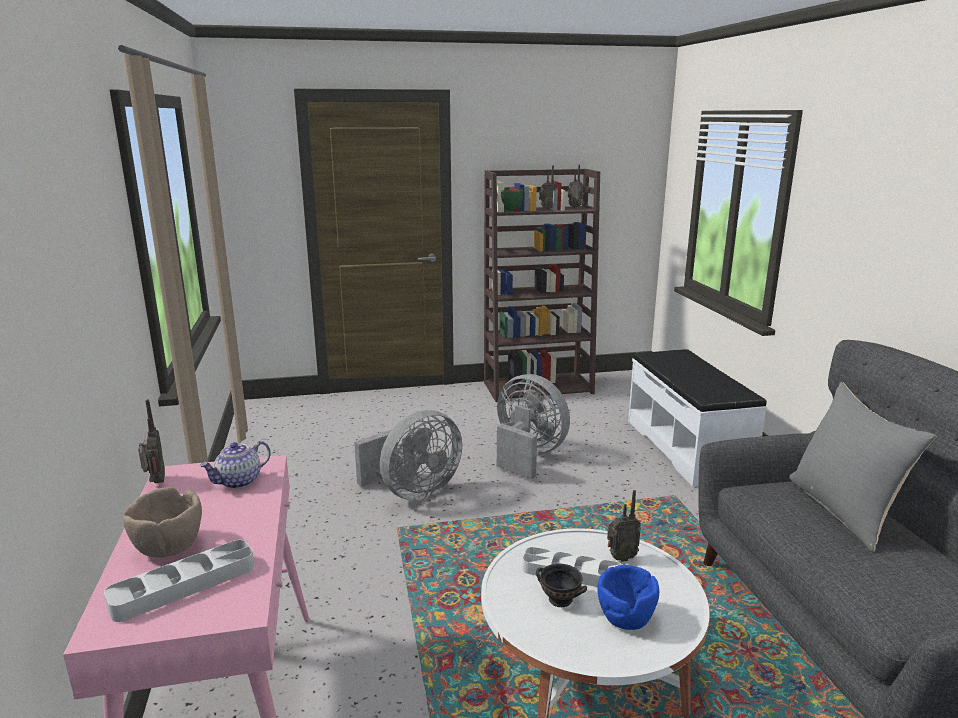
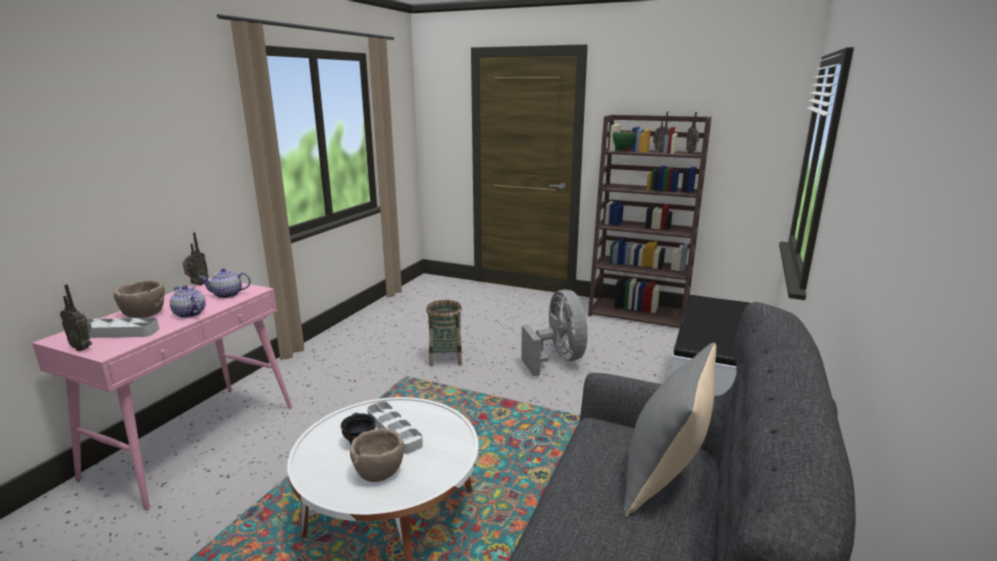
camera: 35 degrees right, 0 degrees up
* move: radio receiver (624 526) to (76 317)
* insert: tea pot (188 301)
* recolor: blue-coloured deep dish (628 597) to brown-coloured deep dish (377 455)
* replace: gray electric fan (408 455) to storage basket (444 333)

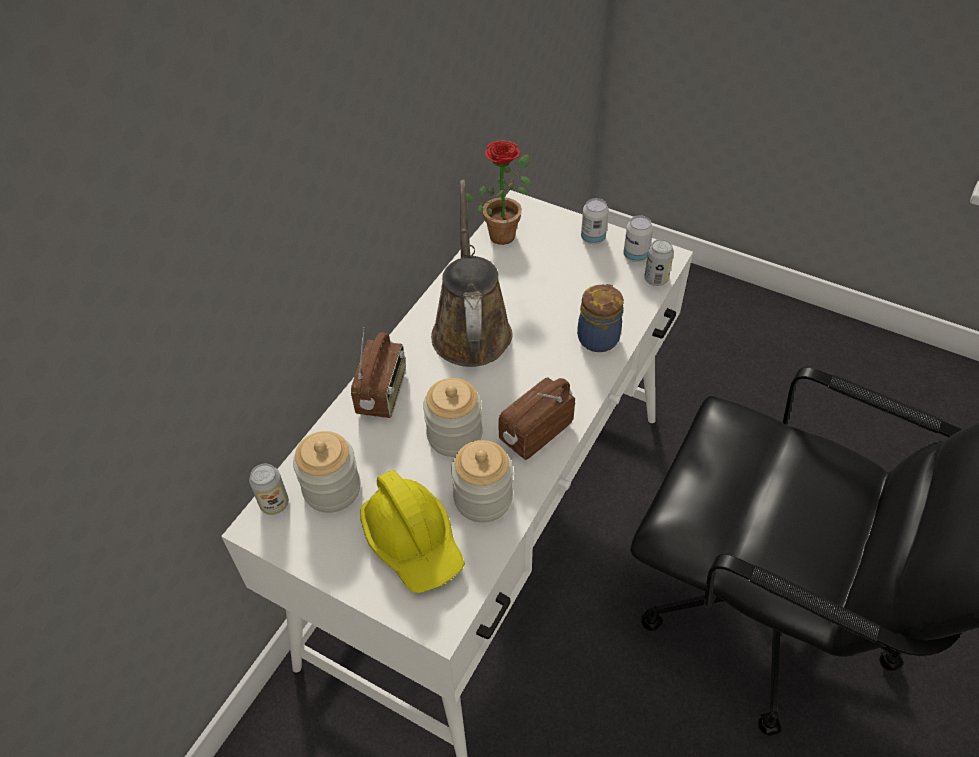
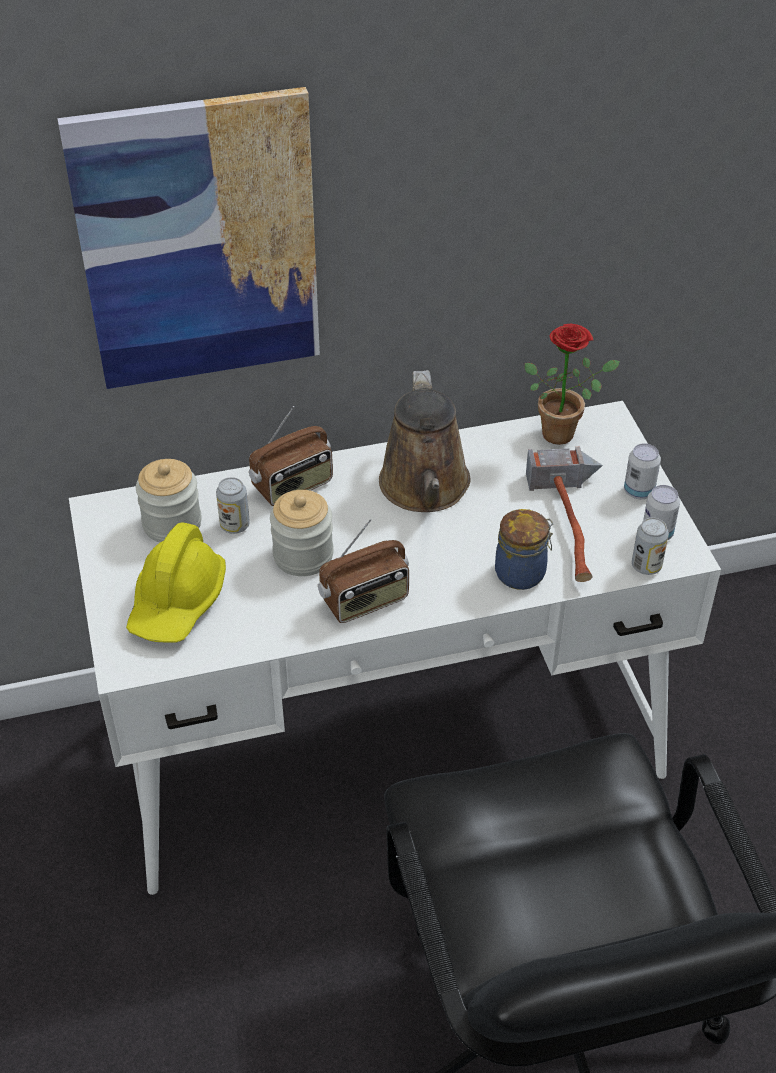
camera: 45 degrees right, 5 degrees down
* insert: wall picture (188 238)
* move: sealed can (269 489) to (233 505)
* rotate: radio receiver (537 418) = (363 571) 150 degrees clockwise
* rotate: brown-coloured watering can (472 273) = (424 441) 135 degrees clockwise
* insert: hammer (564 514)
* delete: preserve jar (482 481)

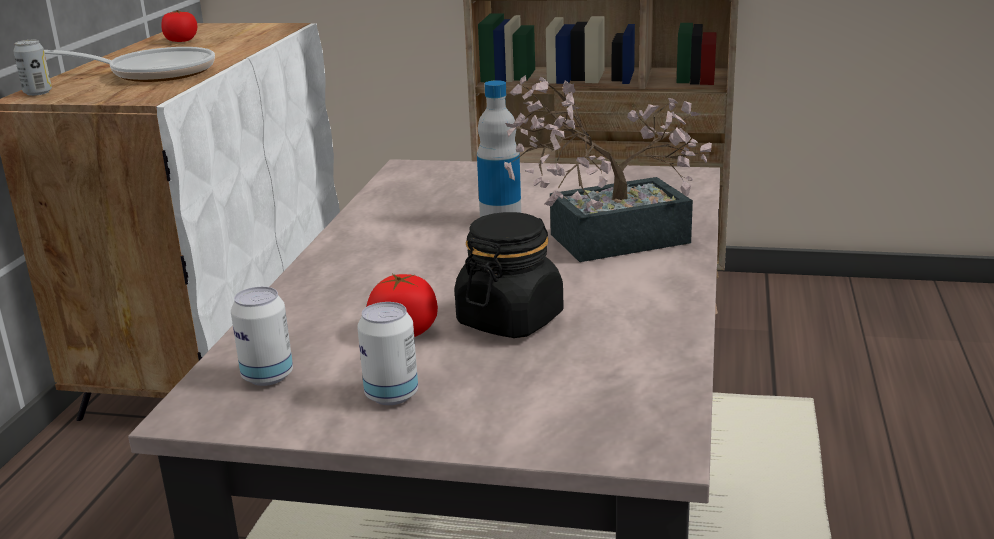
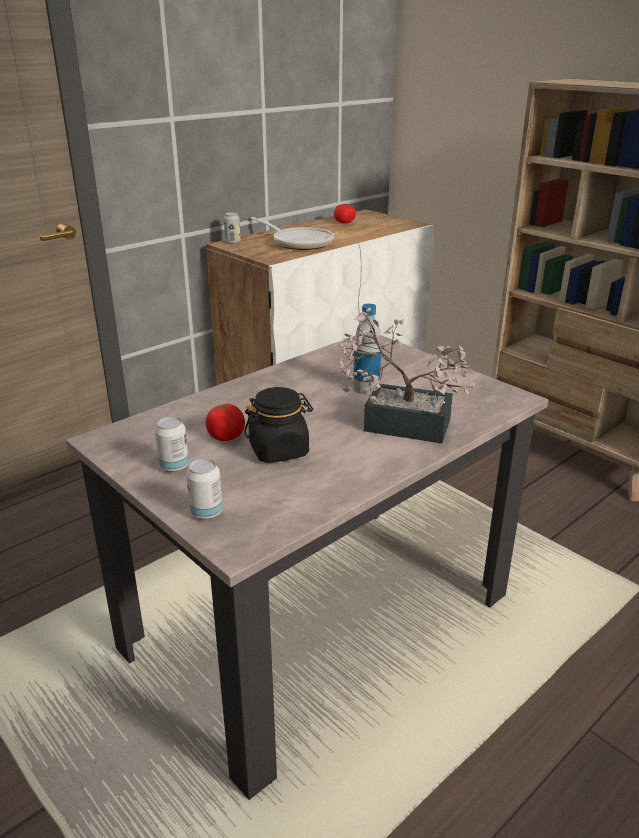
camera: 35 degrees right, 5 degrees up
* move: sealed can (262 336) to (204 489)

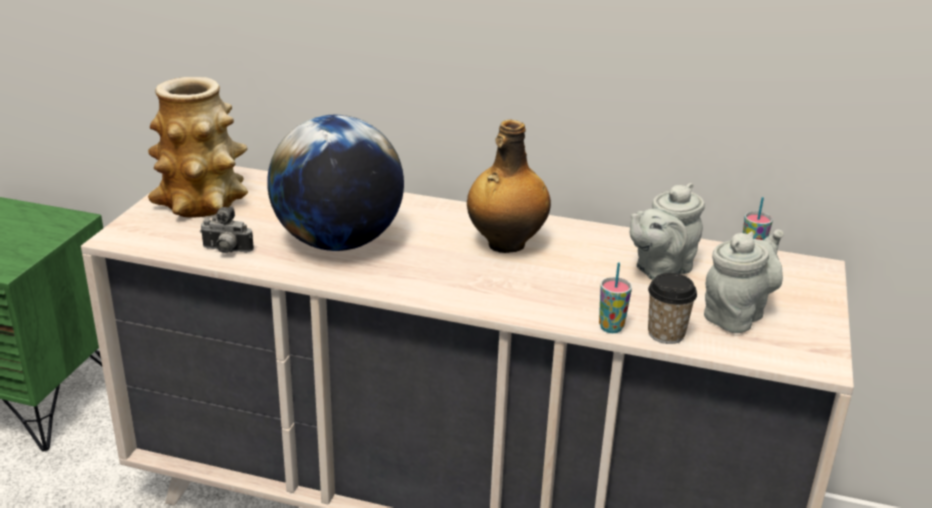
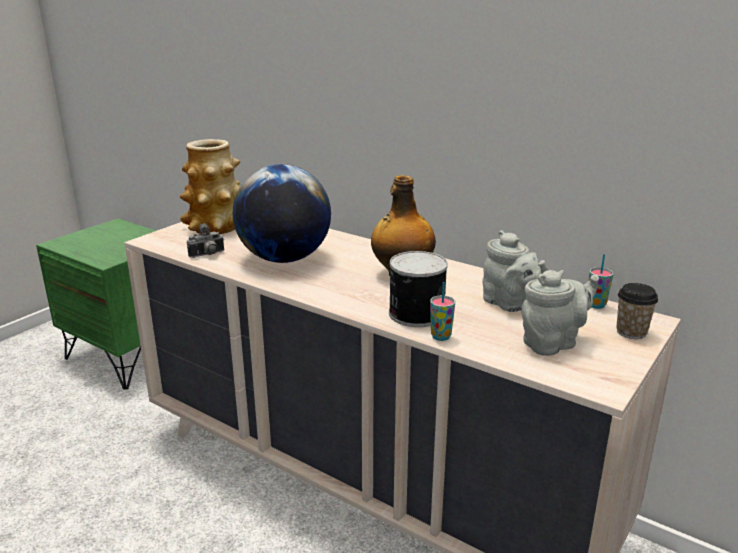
camera: 20 degrees right, 5 degrees down
* rotate: photo camera (227 229) = (205 240) 60 degrees counterclockwise
* insert: sealed can (418 289)
* rotate: gray tea pot (667 231) = (516 271) 105 degrees counterclockwise
* move: small cup (672 308) to (637 311)

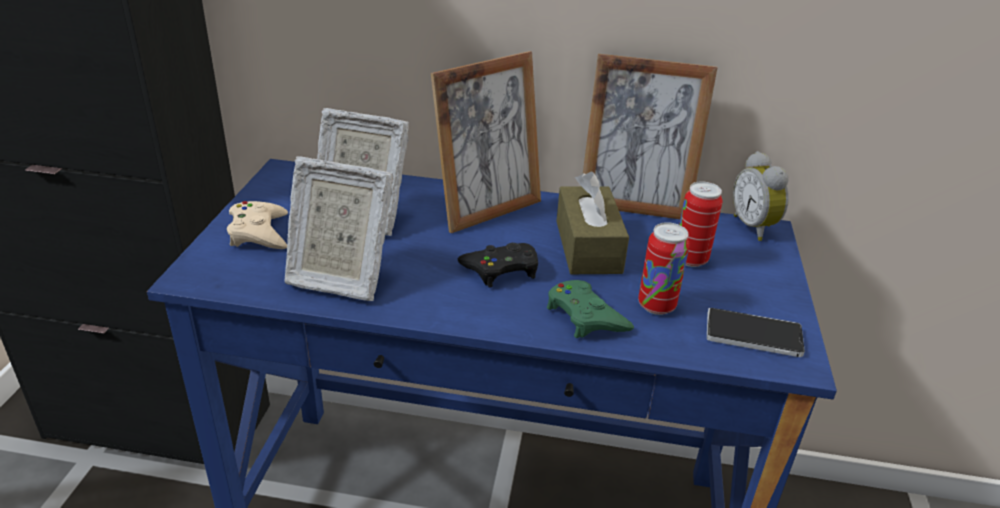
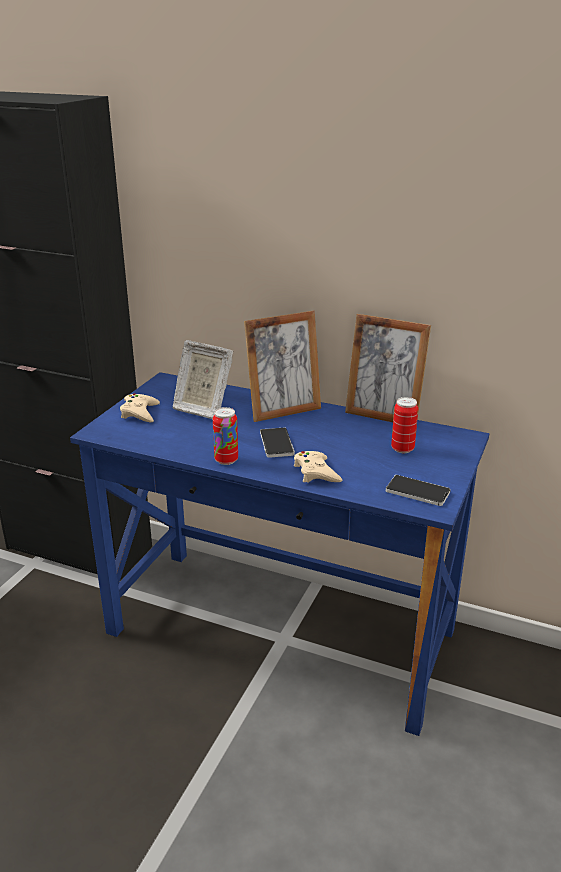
camera: 15 degrees right, 5 degrees down
* move: sealed can (664 268) to (225 436)
* replace: blackish gamepad (498 265) to handset (277 442)
* recolor: green-coloured gamepad (590 309) to beige gamepad (318 467)
* delete: photo frame (339 228)
* delete: brown-coloured tissue holder (592 222)
* delete: table clock (761 196)

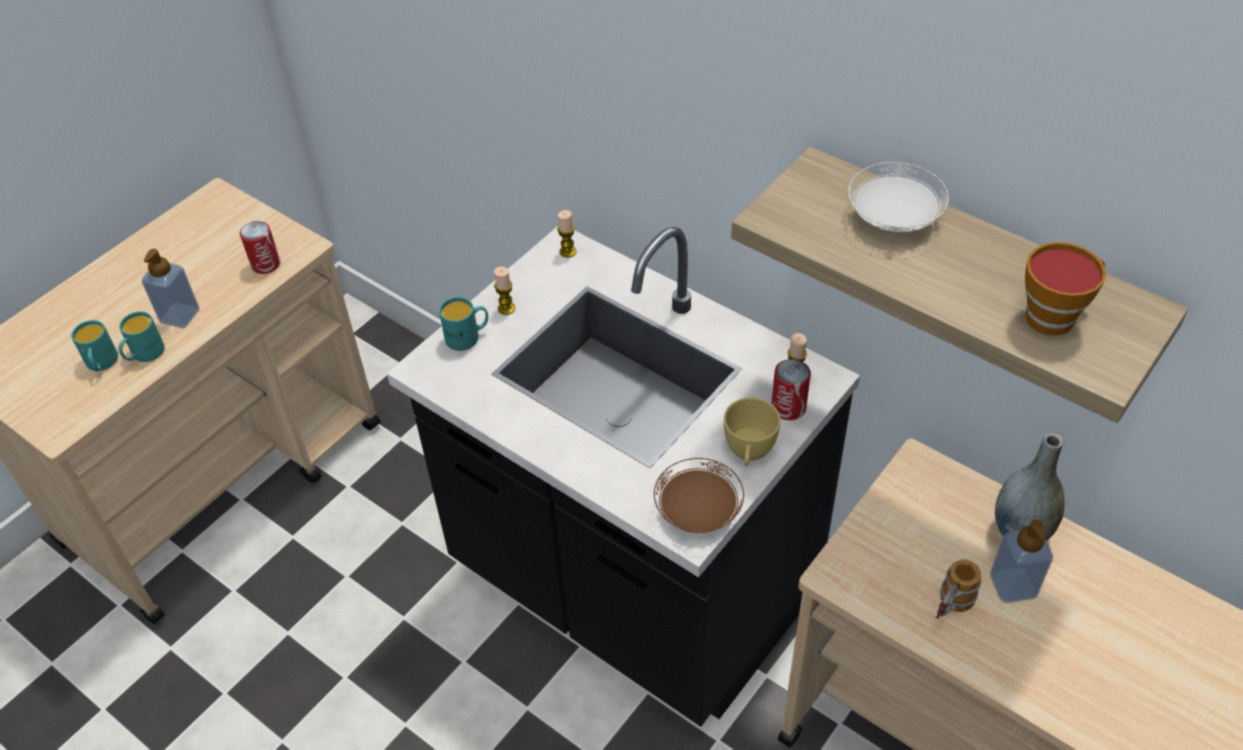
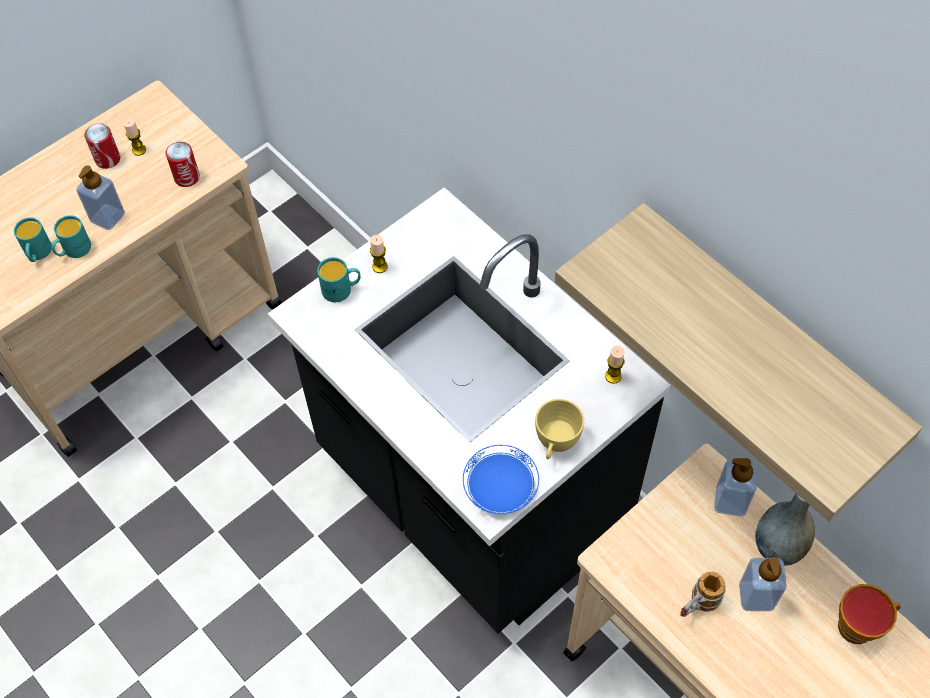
camera: 10 degrees right, 10 degrees up
* move: sealed can (791 389) to (102 146)
* move: wax candle (566 234) to (135 137)
* recolor: brown-coloured dinner plate (699 495) to blue-coloured dinner plate (501 479)
* insert: soap dispenser (736 487)
* move: small cup (1065 289) to (869 614)
* delete: whitish dinner plate (898 197)

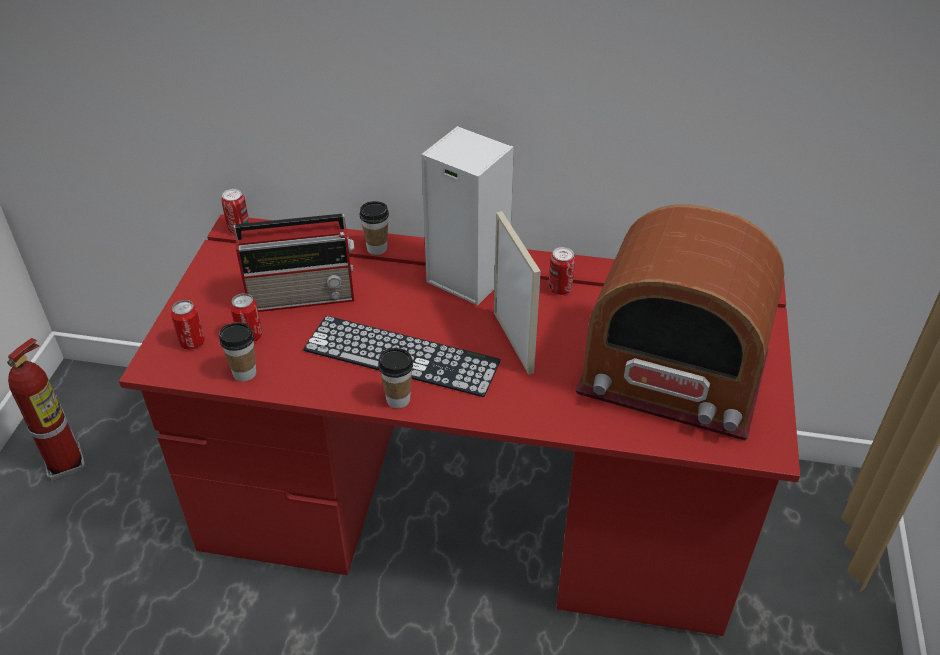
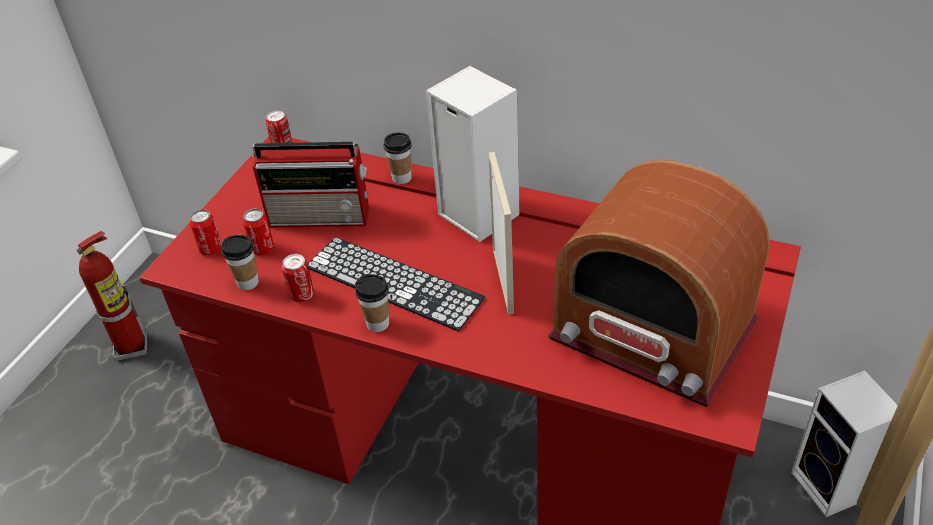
camera: 15 degrees right, 0 degrees up
* move: sealed can (562 271) to (298 278)
* insert: loudspeaker (844 444)

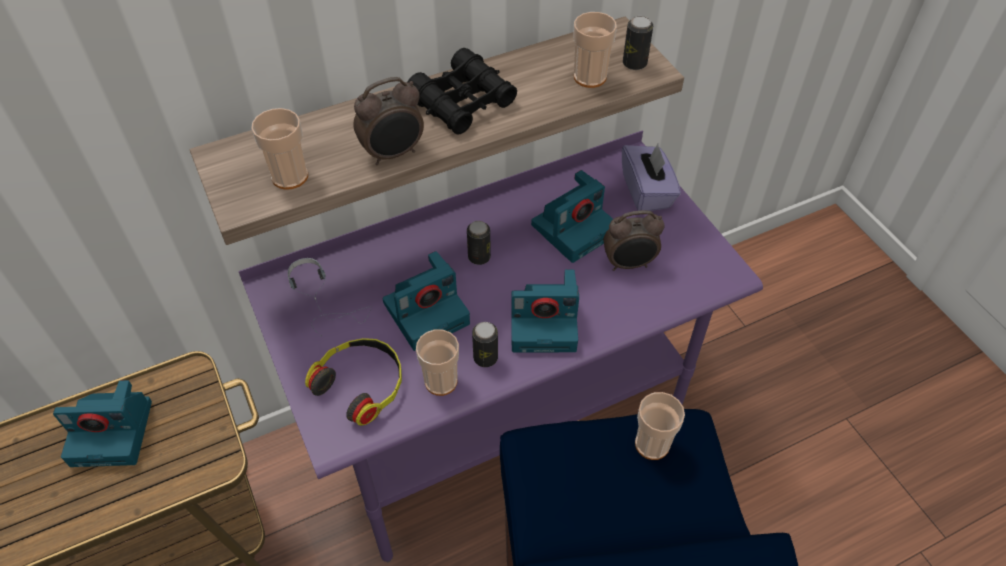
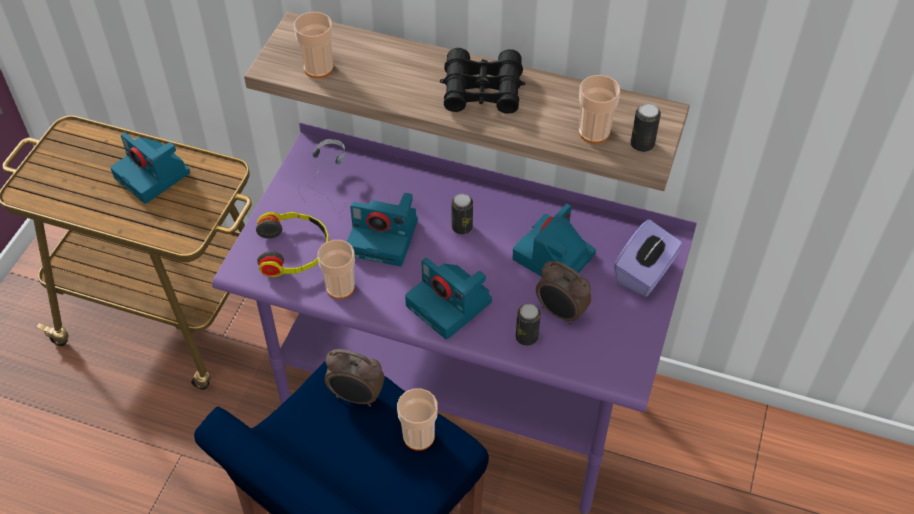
camera: 45 degrees right, 0 degrees up
* move: table clock (388 121) to (354 378)
* rotate: photo camera (572 216) = (554 240) 120 degrees clockwise
* move: sealed can (485 344) to (528 325)

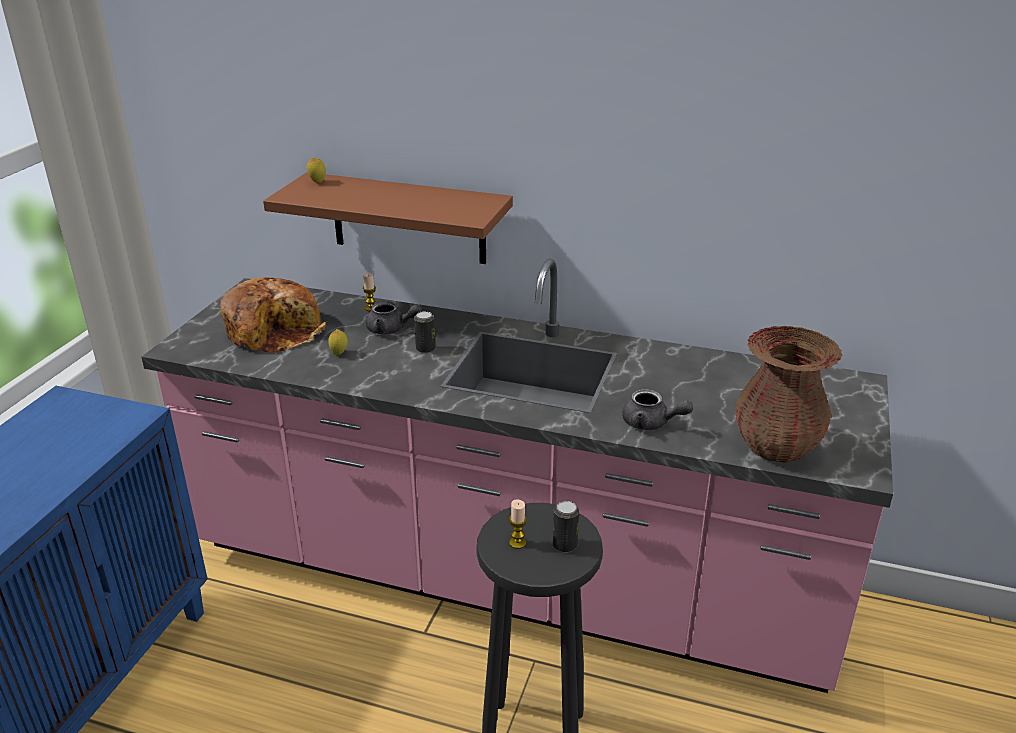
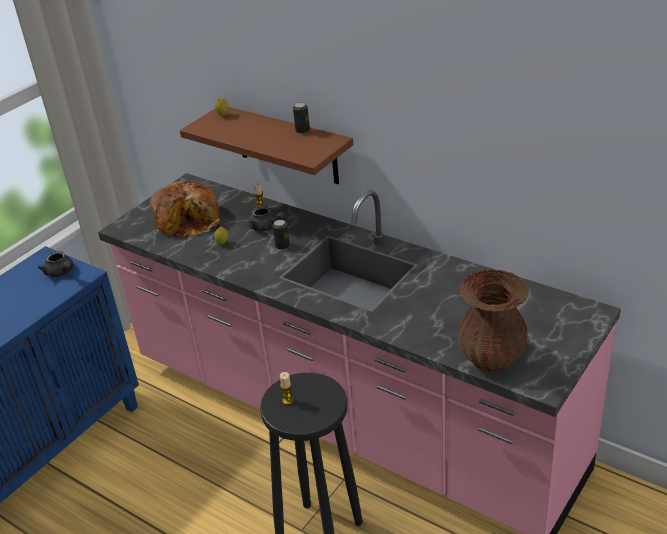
camera: 20 degrees right, 5 degrees up
* move: gray tea pot (657 409) to (56 264)
* move: sealed can (566 526) to (301 118)

